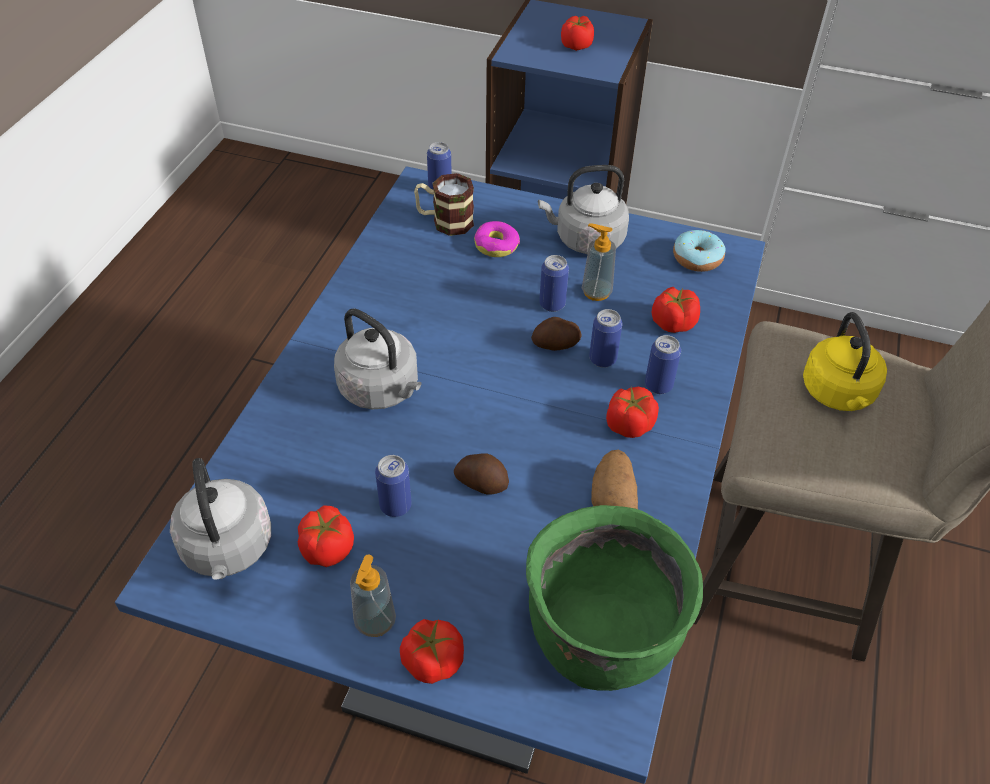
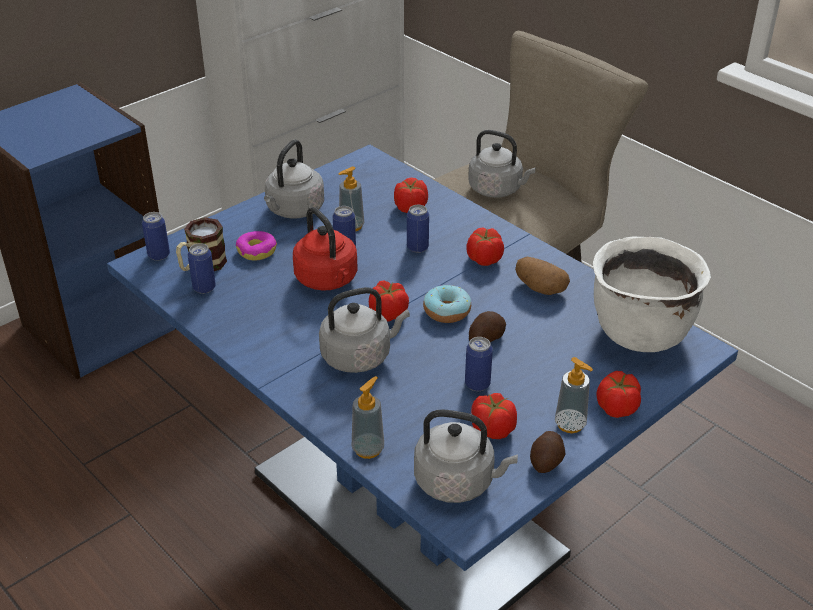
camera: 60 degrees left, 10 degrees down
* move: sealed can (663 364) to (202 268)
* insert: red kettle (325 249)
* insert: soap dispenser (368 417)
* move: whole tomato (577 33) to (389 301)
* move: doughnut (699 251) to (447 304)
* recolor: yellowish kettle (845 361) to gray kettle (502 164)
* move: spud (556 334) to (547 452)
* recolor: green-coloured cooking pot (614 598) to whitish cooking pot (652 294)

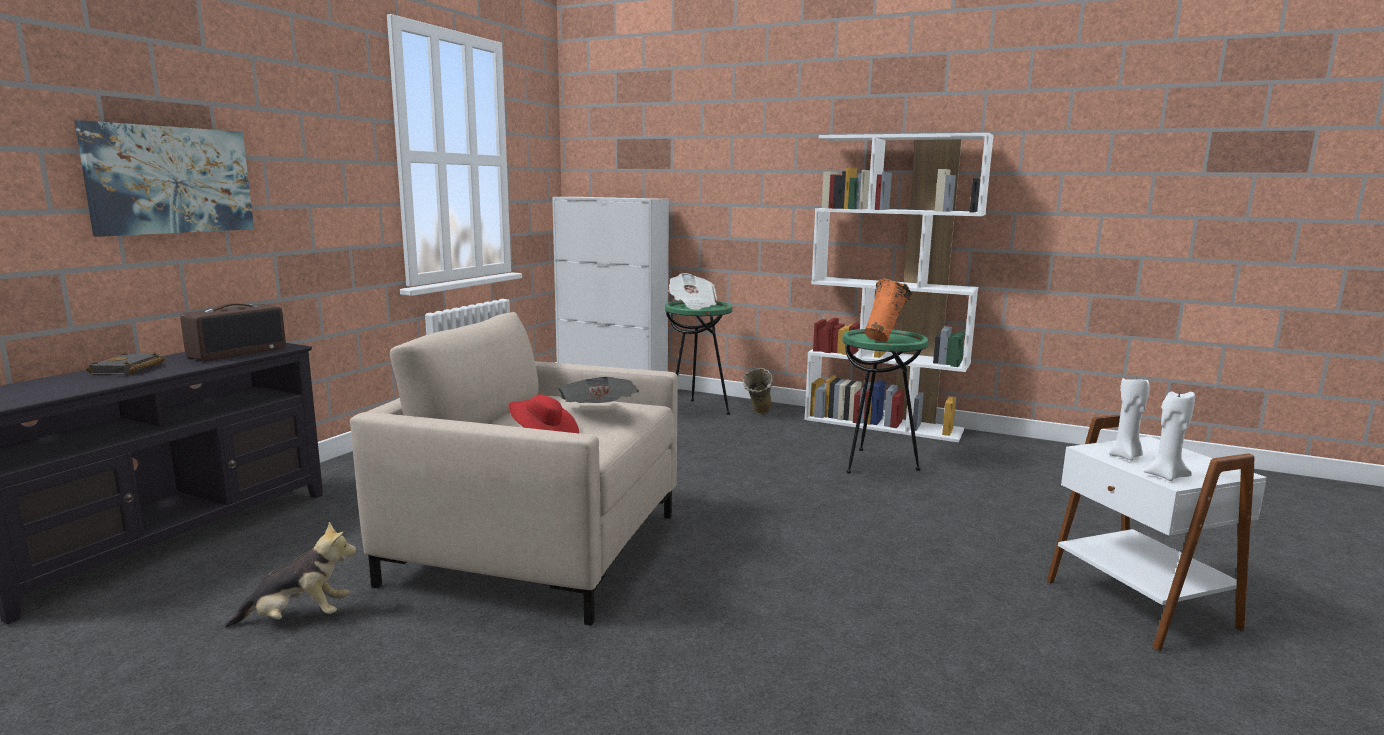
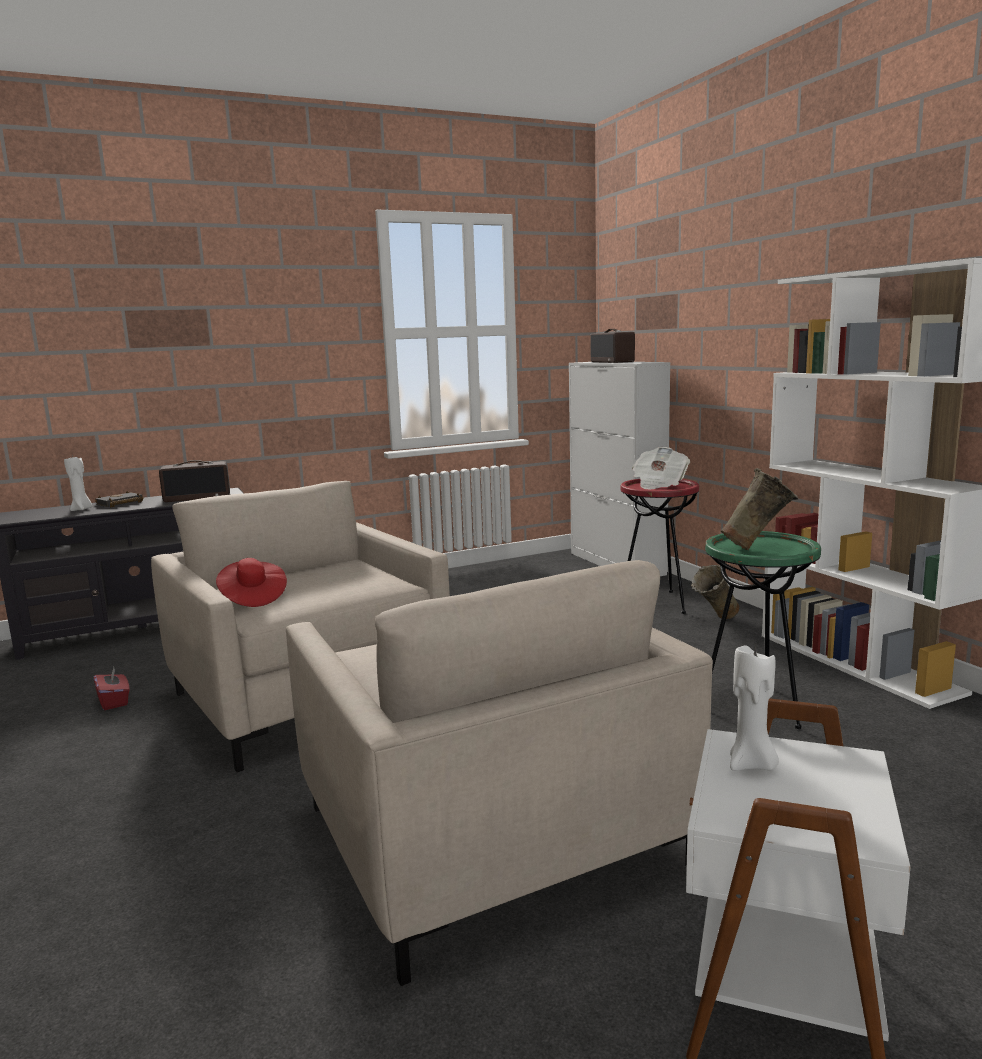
camera: 40 degrees right, 0 degrees up
* move: whitish wax candle (1169 436) to (78 483)
* replace: cuddly toy (291 575) to red tissue holder (111 688)
* insert: beige armchair (499 773)
* insert: radio receiver (613 346)
* recolor: green-coloured accent table (698 358) to red accent table (660 546)
* recolor: orangey flower vase (888 310) to beige flower vase (759 509)
* delete: wall picture (164 178)
* delete: printed paper (597 390)

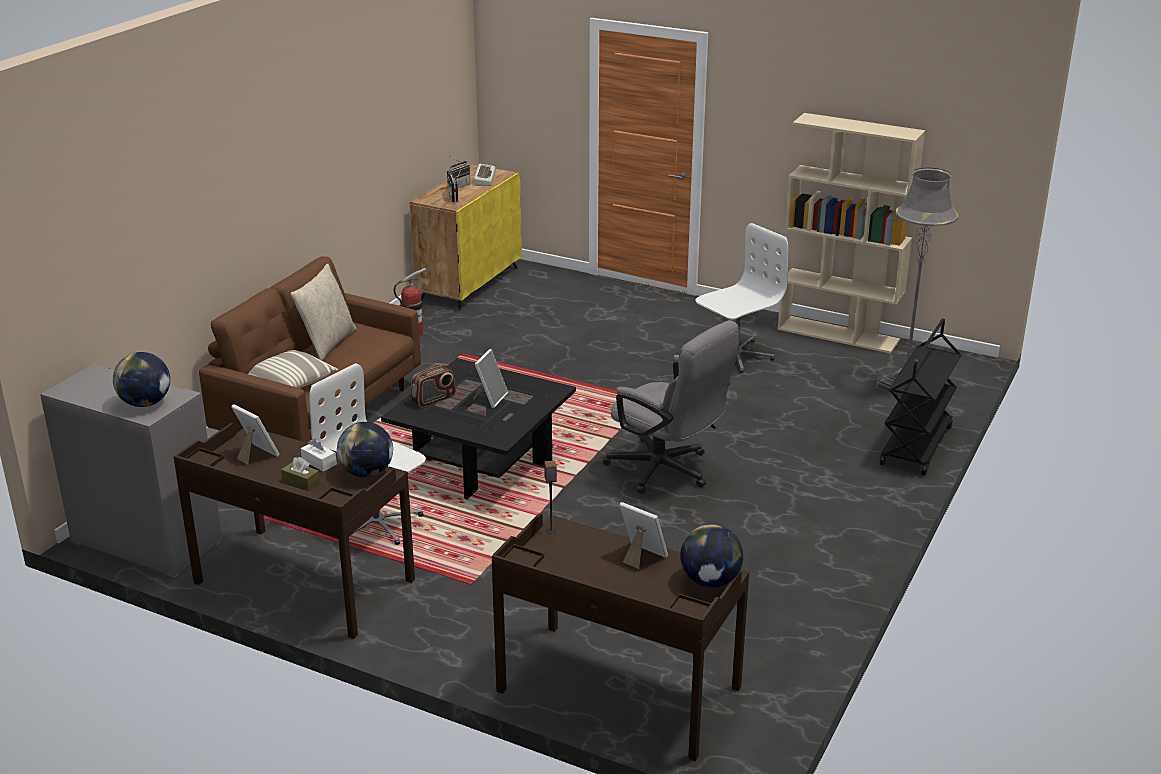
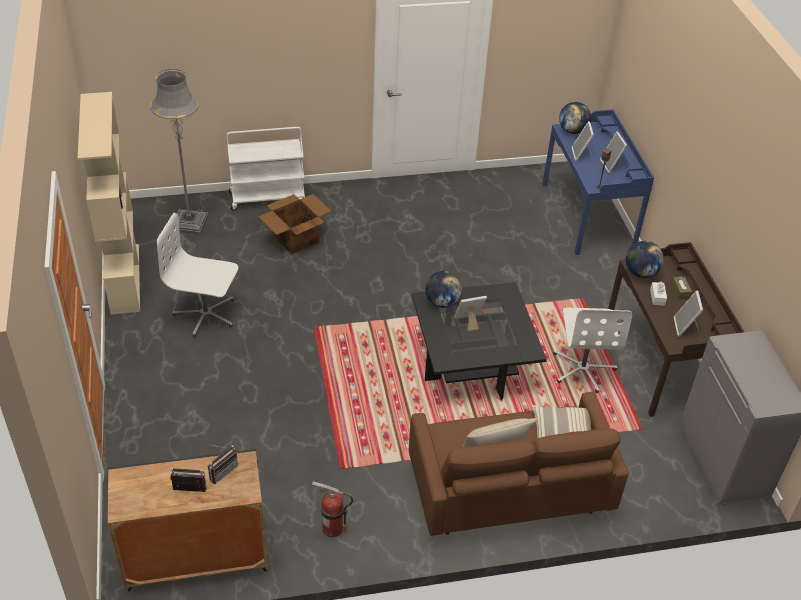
camera: 130 degrees left, 15 degrees up
* recolor: yellowish cupboard (466 238) to blackish cupboard (188 520)
* recolor: blackish trolley (921 397) to whitish trolley (266 169)
* insert: carton (295 224)
* move: desk globe (141 379) to (443 289)
* recolor: brown-coloured desk (620 637) to blue-coloured desk (598 182)
* insert: photo frame (613 152)
* delete: radio receiver (433 385)
* delete: PC keyboard (485 175)
* delete: gray desk chair (671 407)

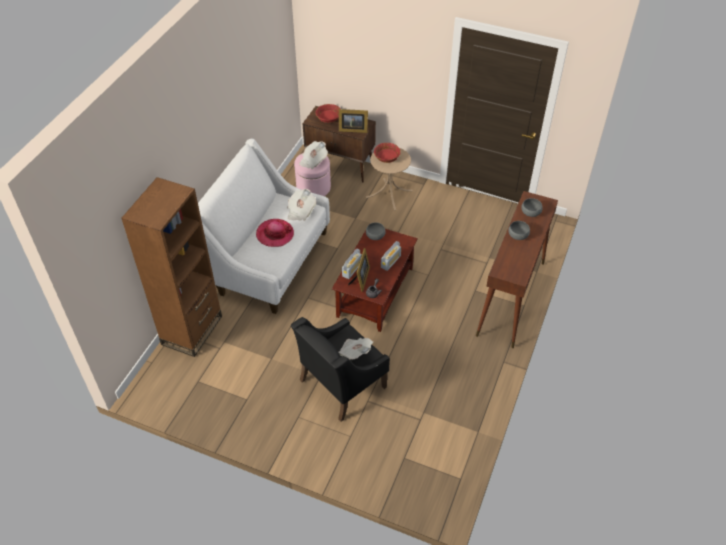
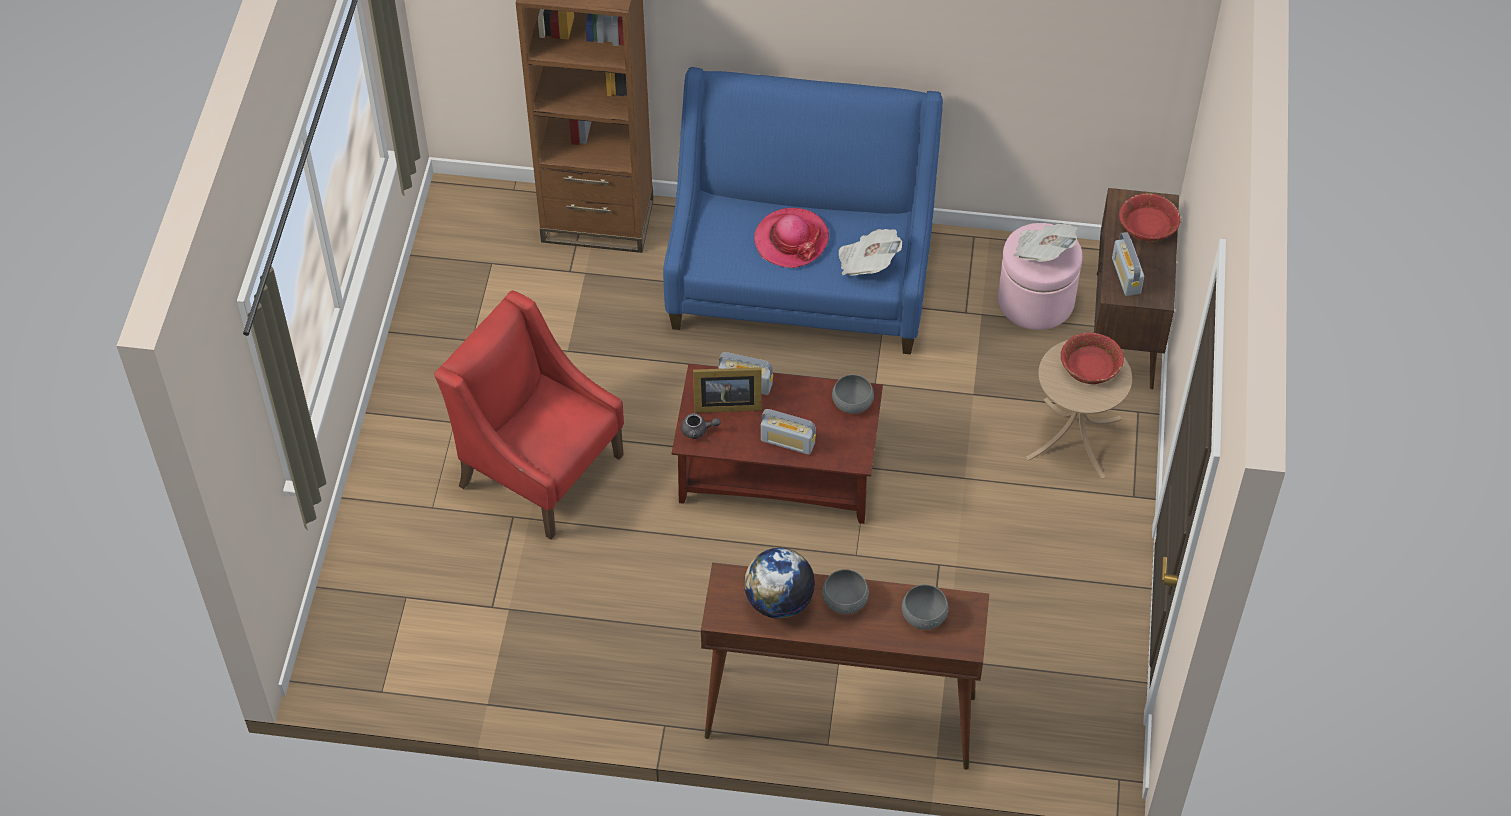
camera: 75 degrees right, 5 degrees up
* recolor: blackish armchair (340 369) to red armchair (529 415)
* recolor: whitish couch (264 226) to blue-coloured couch (803 210)
* insert: desk globe (779 583)
* replace: photo frame (353 121) to radio receiver (1128 264)
* delete: printed paper (355 349)

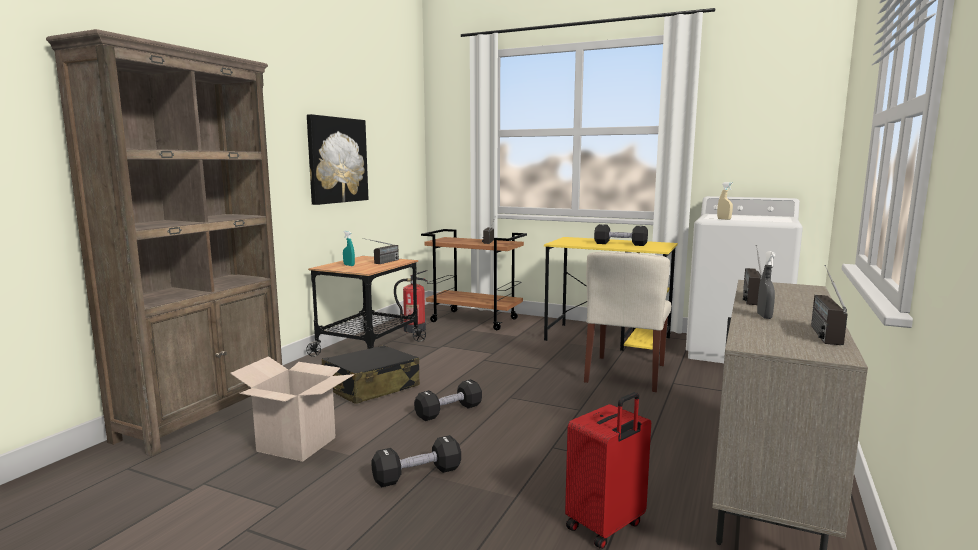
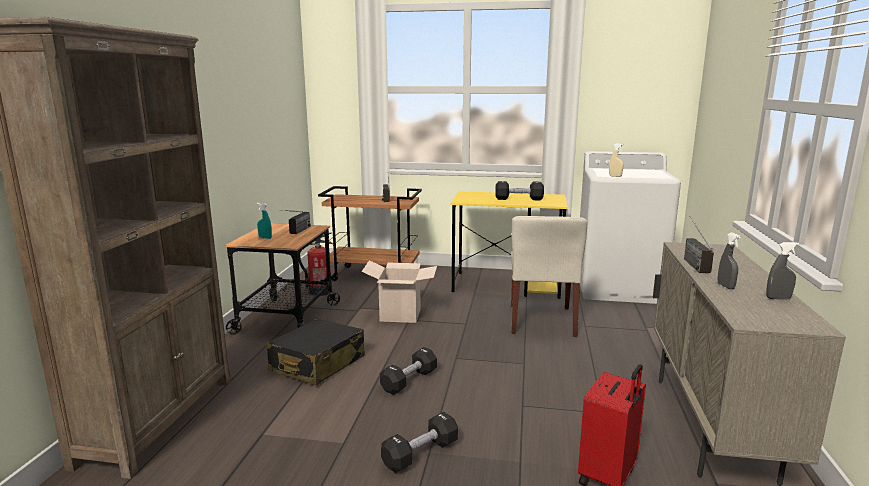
camera: 15 degrees left, 5 degrees up
* move: carton (292 409) to (399 291)
* replace: radio receiver (829 305) to gray sprayer (782 270)
* delete: wall picture (337 159)

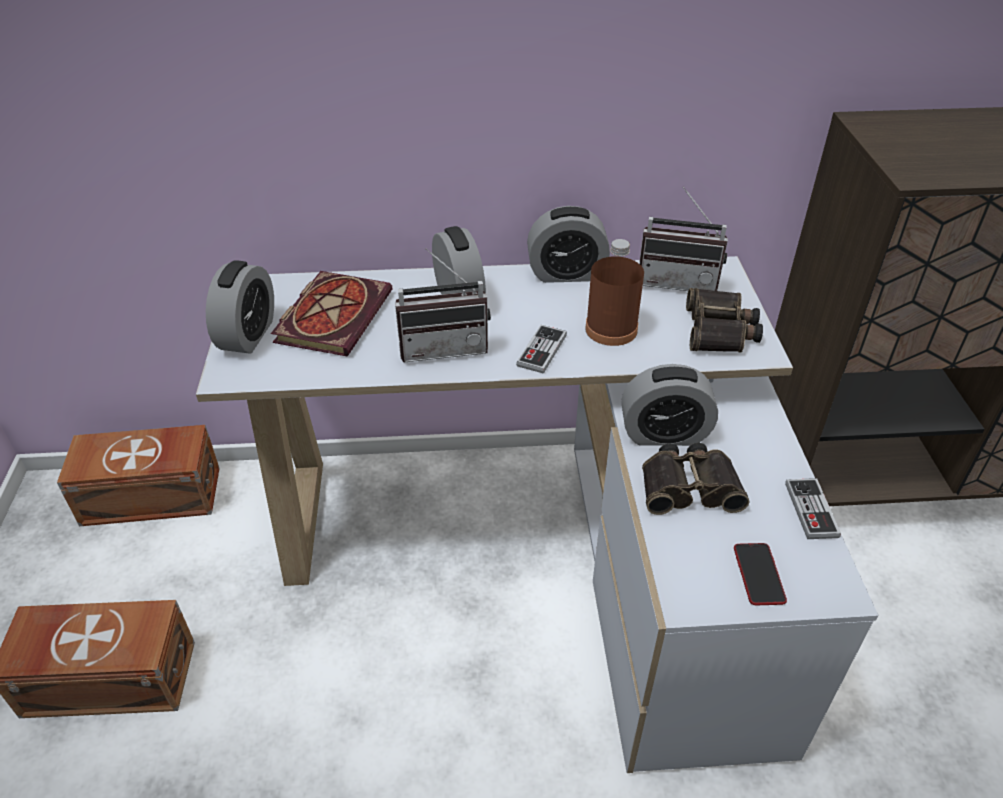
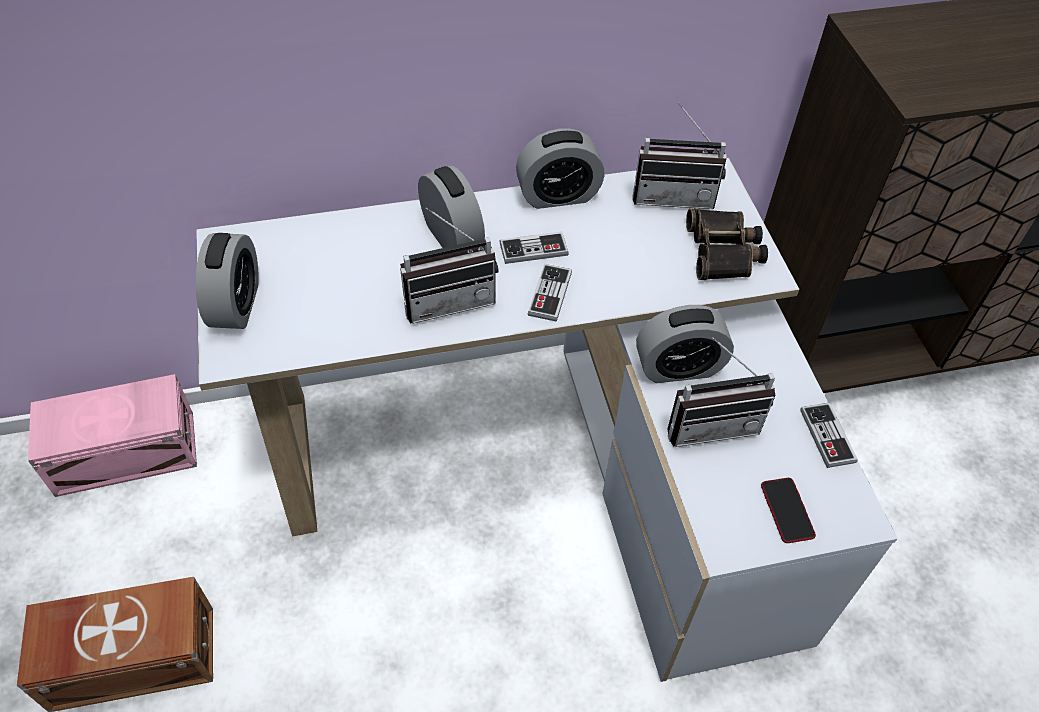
camera: 10 degrees left, 10 degrees up
* recolor: brown-coloured storage container (138 475) to pink storage container (112 435)
* insert: gamepad (534 248)
* replace: pair of binoculars (696 479) to radio receiver (721 392)
* delete: book (331 313)
* delete: brown-coloured beverage bottle (614 292)

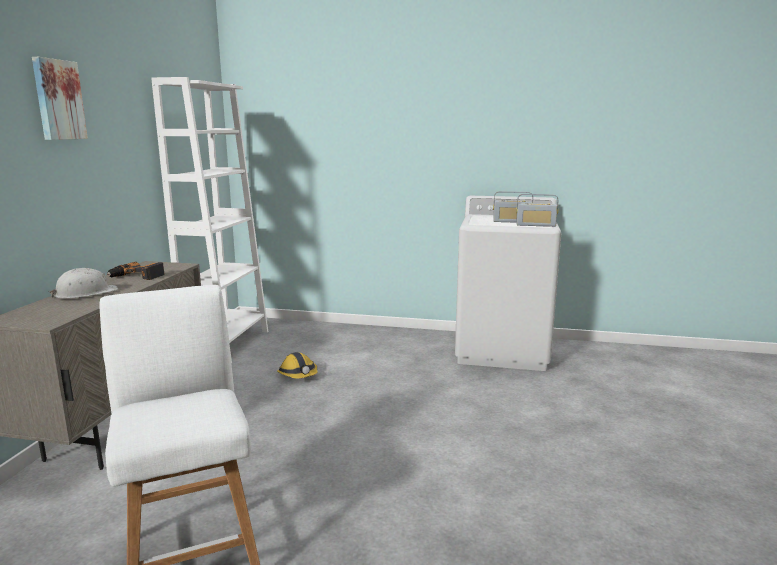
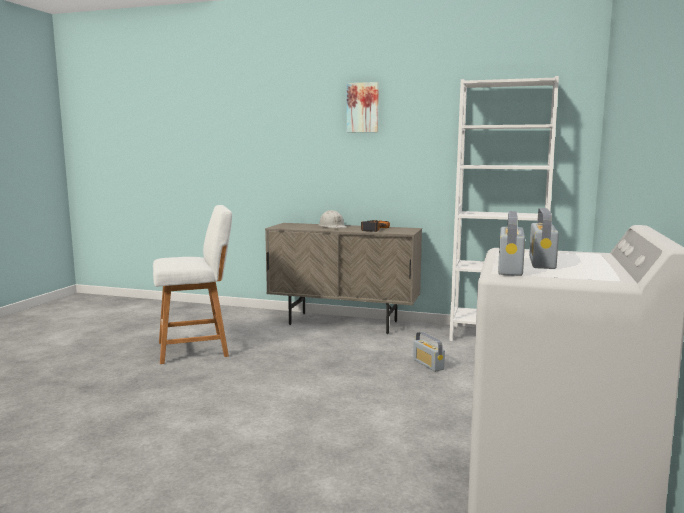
camera: 95 degrees right, 5 degrees down
* replace: work helmet (297 365) to radio receiver (429 352)

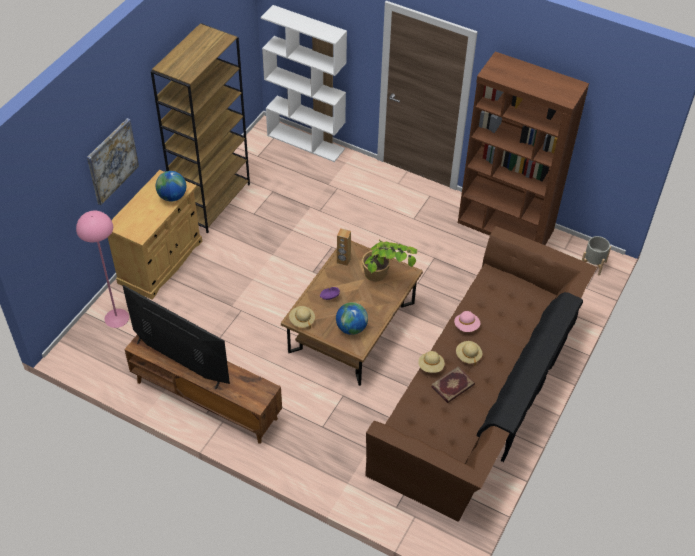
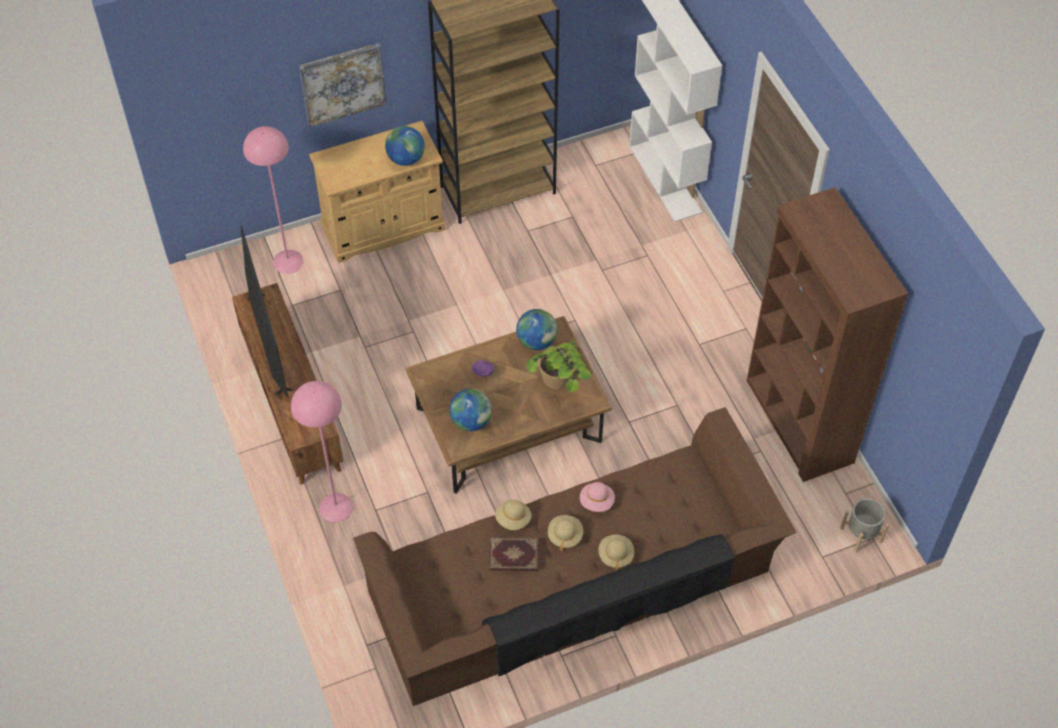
camera: 40 degrees right, 5 degrees up
* insert: pink floor lamp (322 451)
* replace: brown-coloured loudspeaker (344 247) to desk globe (537 329)
* move: beige hat (302 317) to (616 553)

